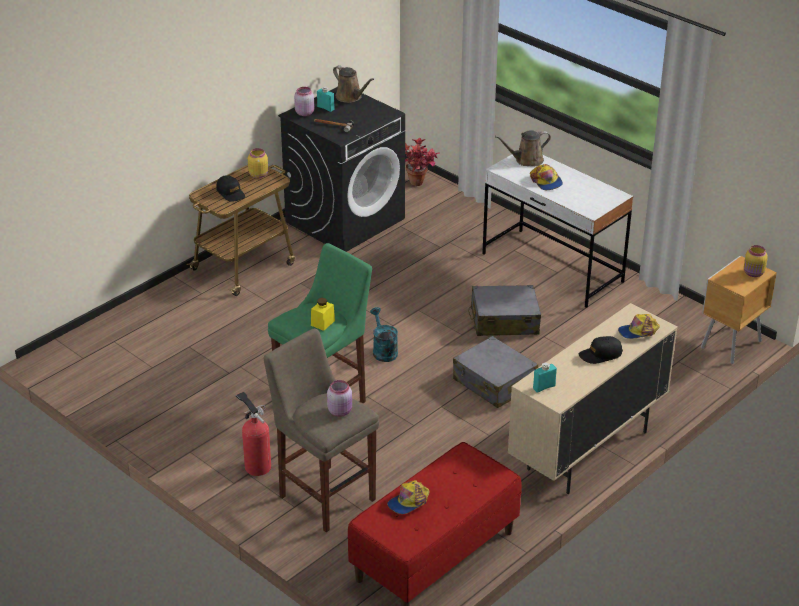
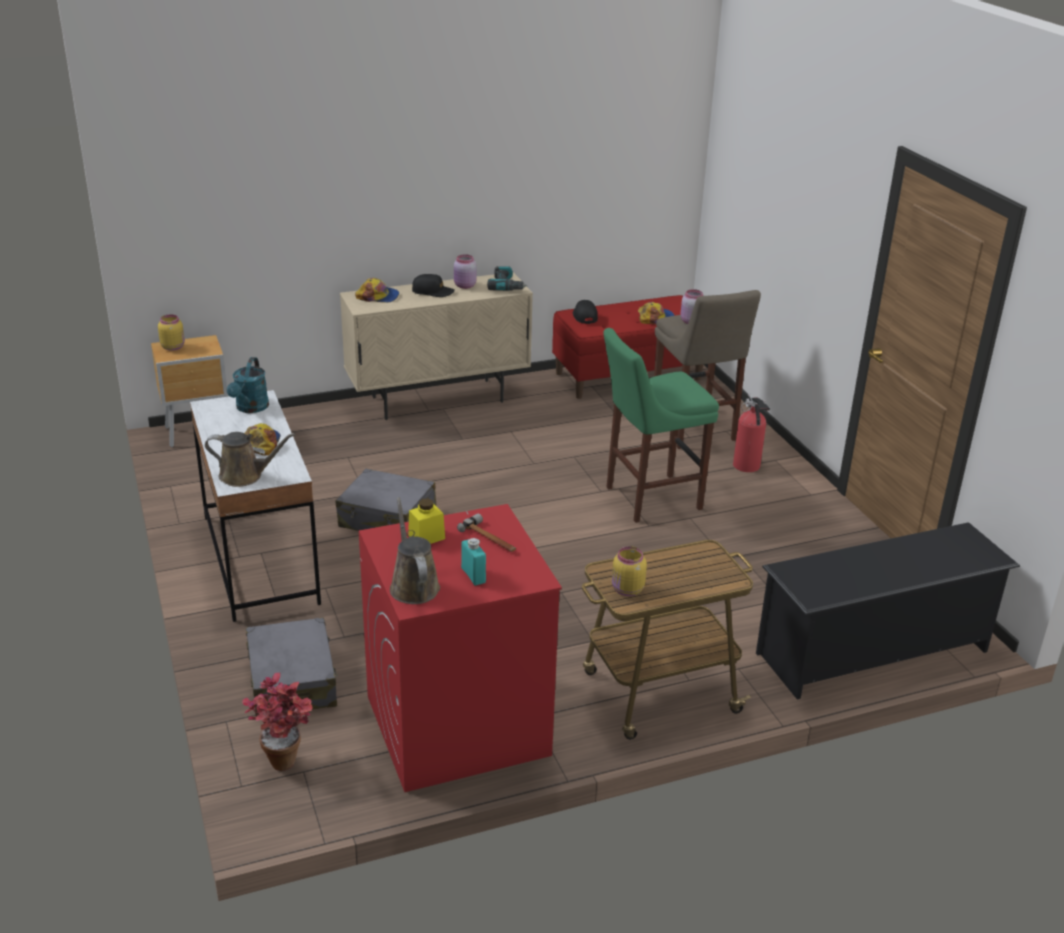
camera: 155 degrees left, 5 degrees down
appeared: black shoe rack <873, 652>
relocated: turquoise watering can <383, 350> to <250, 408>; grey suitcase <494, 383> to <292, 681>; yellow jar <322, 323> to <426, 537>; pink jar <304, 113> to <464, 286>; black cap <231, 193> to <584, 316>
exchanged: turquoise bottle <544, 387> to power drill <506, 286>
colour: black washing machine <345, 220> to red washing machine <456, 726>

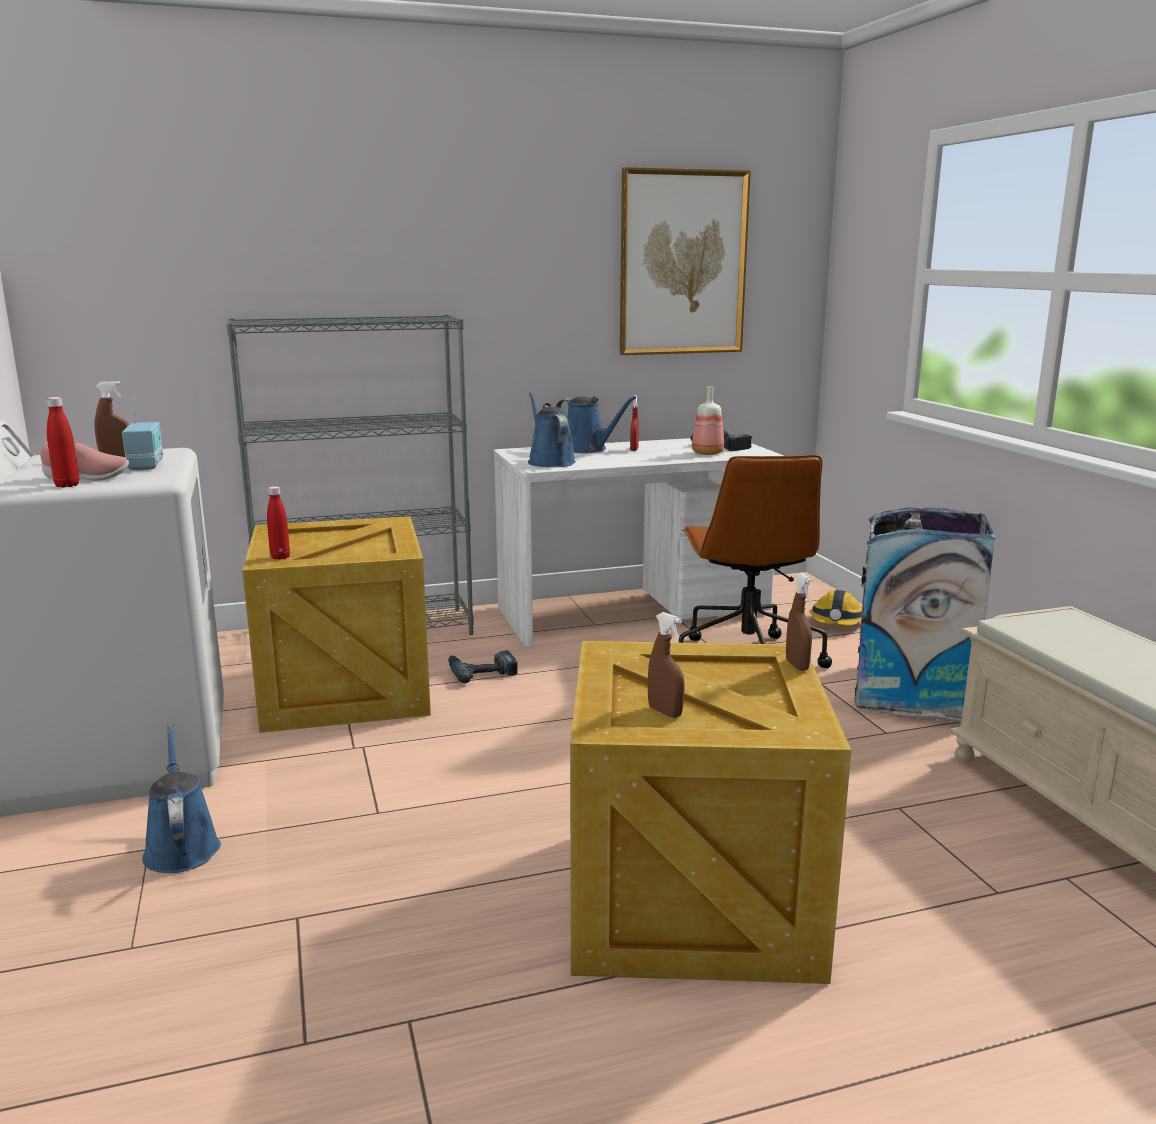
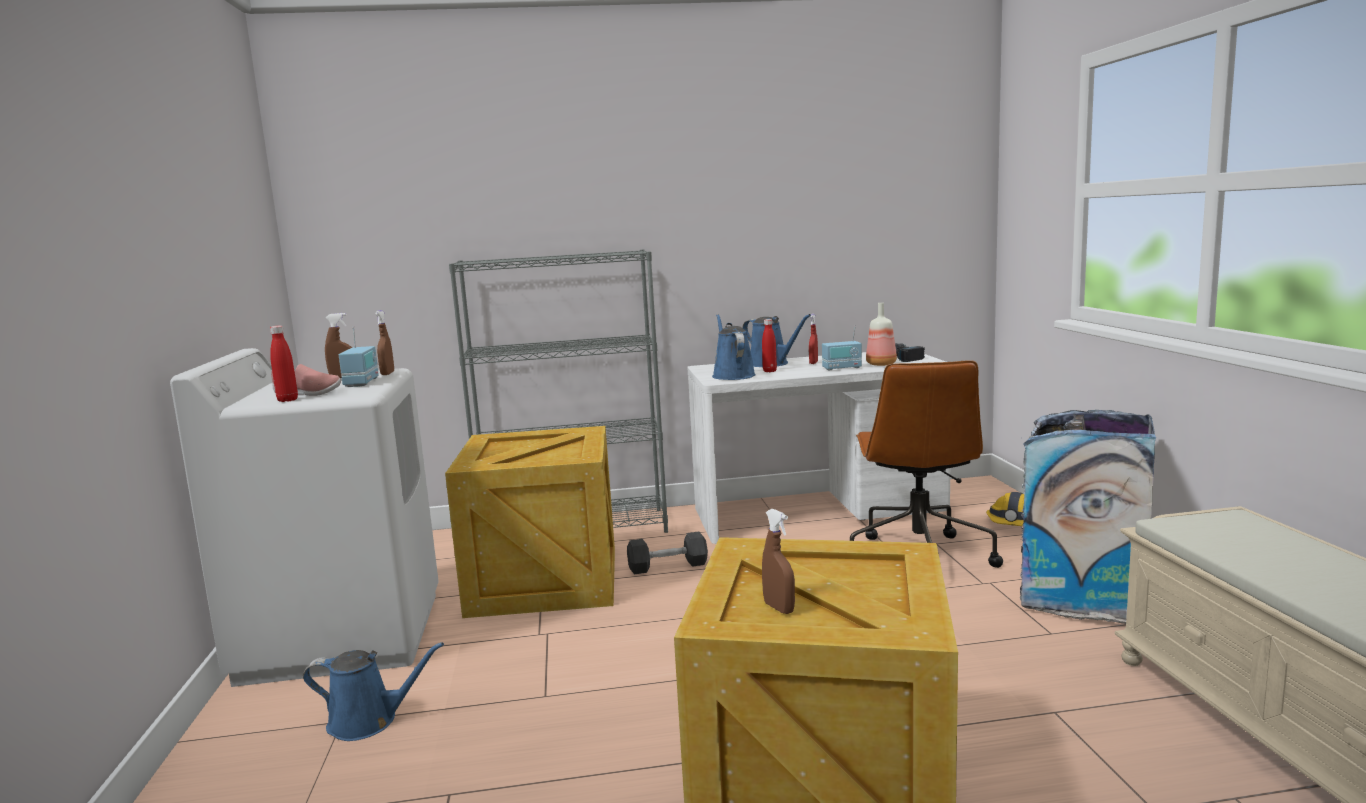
camera: 10 degrees right, 5 degrees down
missing: picture <682, 263>
appeared: radio <842, 368>
relocated: brown spray bottle <797, 665> to <387, 374>; red bottle <280, 557> to <769, 371>
exchanged: power drill <481, 671> to grey dumbbell <668, 566>
spun: blue watering can <181, 847> = <369, 721> 105 degrees clockwise

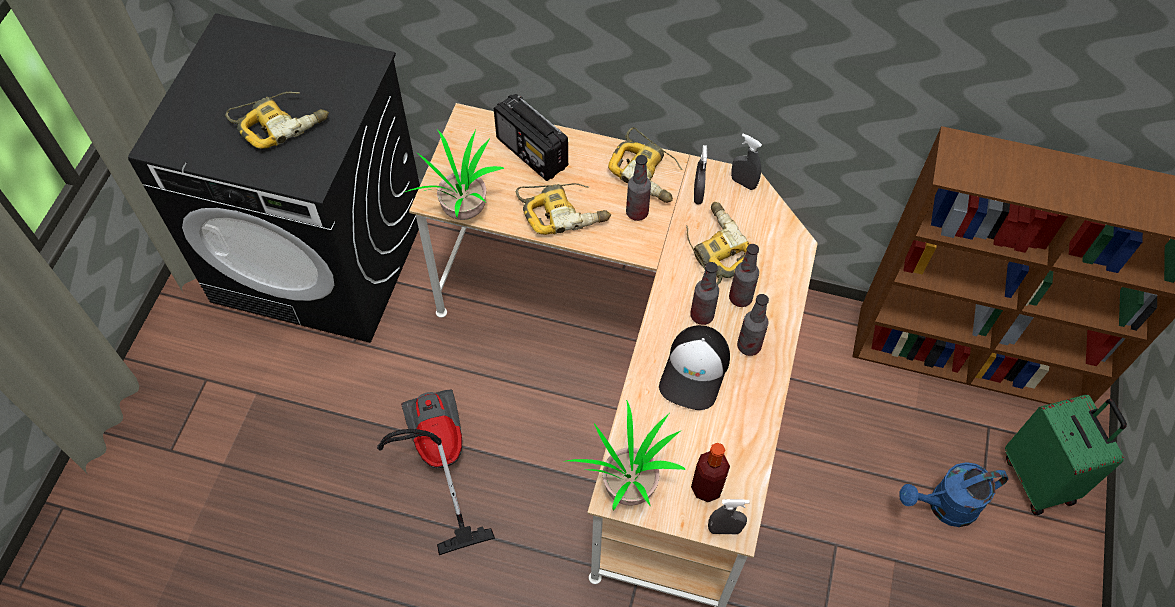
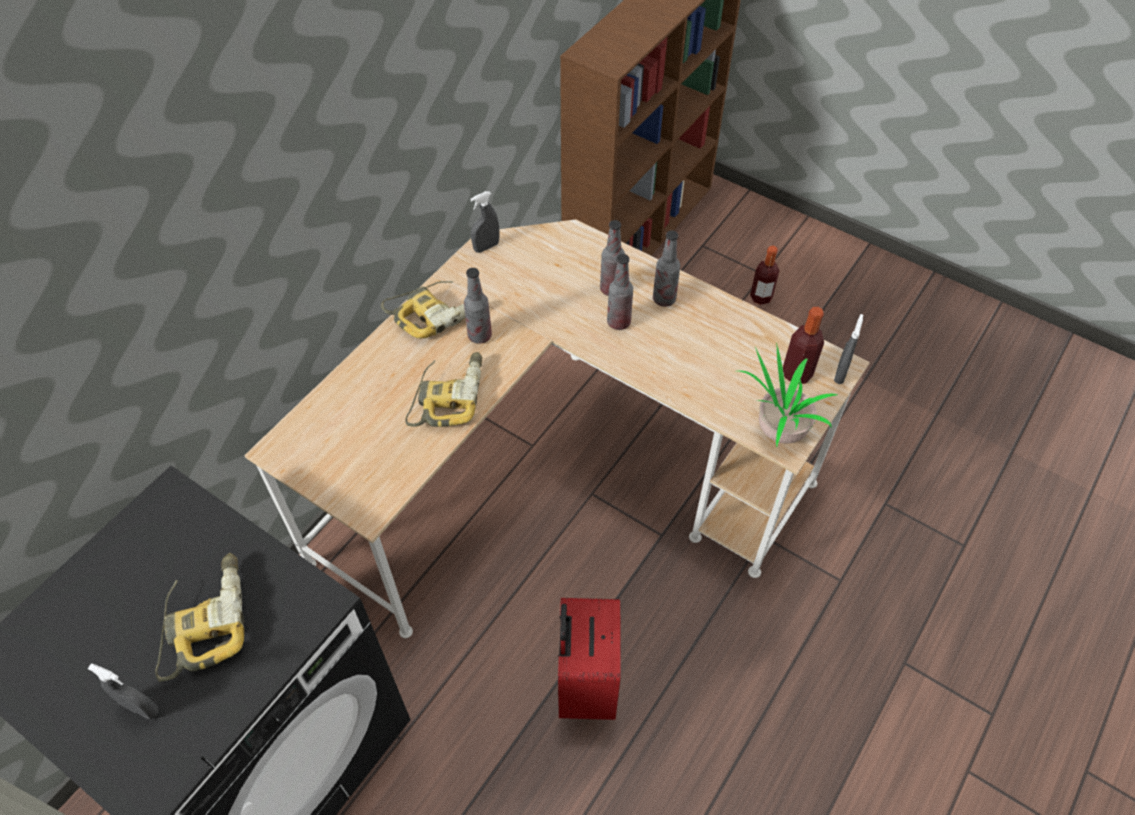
camera: 70 degrees left, 5 degrees down
missing: potted plant <462, 207>; radio <532, 153>; cap <695, 371>; power drill <714, 248>; green suitcase <1040, 478>
relocated: grey spray bottle <698, 194> to <141, 708>
exchanged: vacuum cleaner <437, 461> to red suitcase <584, 684>; blue watering can <944, 506> to bottle <761, 297>

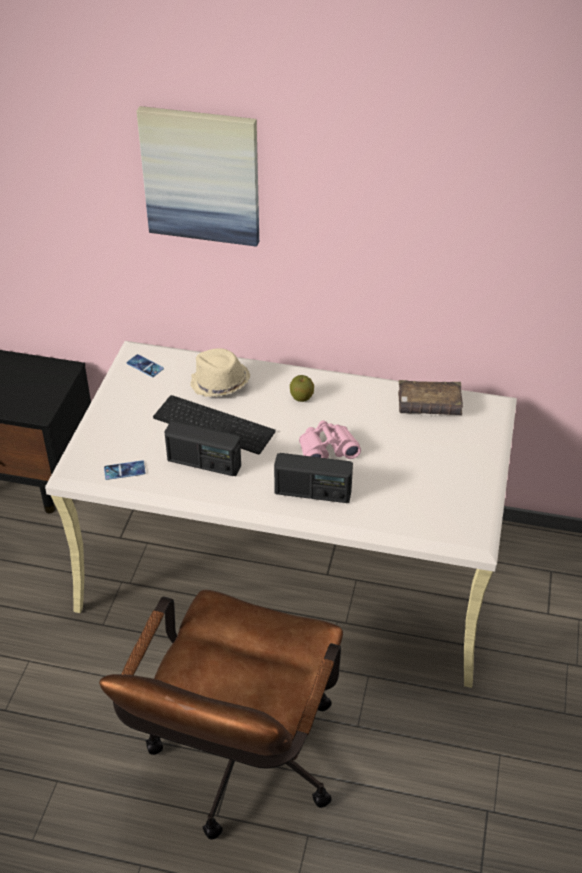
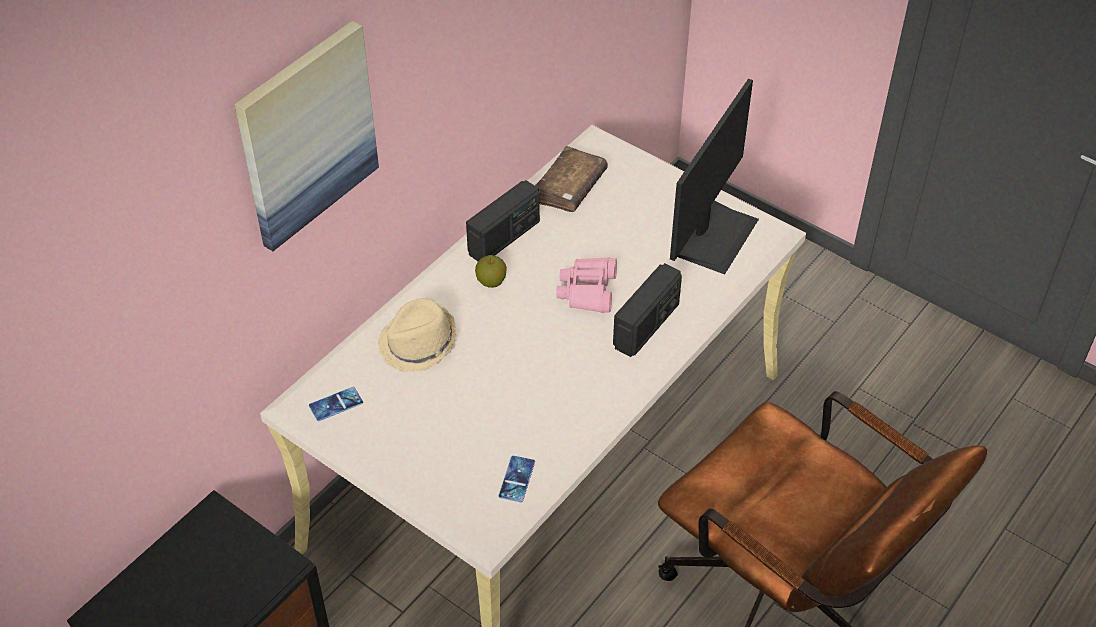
camera: 65 degrees left, 5 degrees up
missing: keyboard <216, 424>
appeared: monitor <715, 235>
relocated: radio <204, 463> to <504, 238>

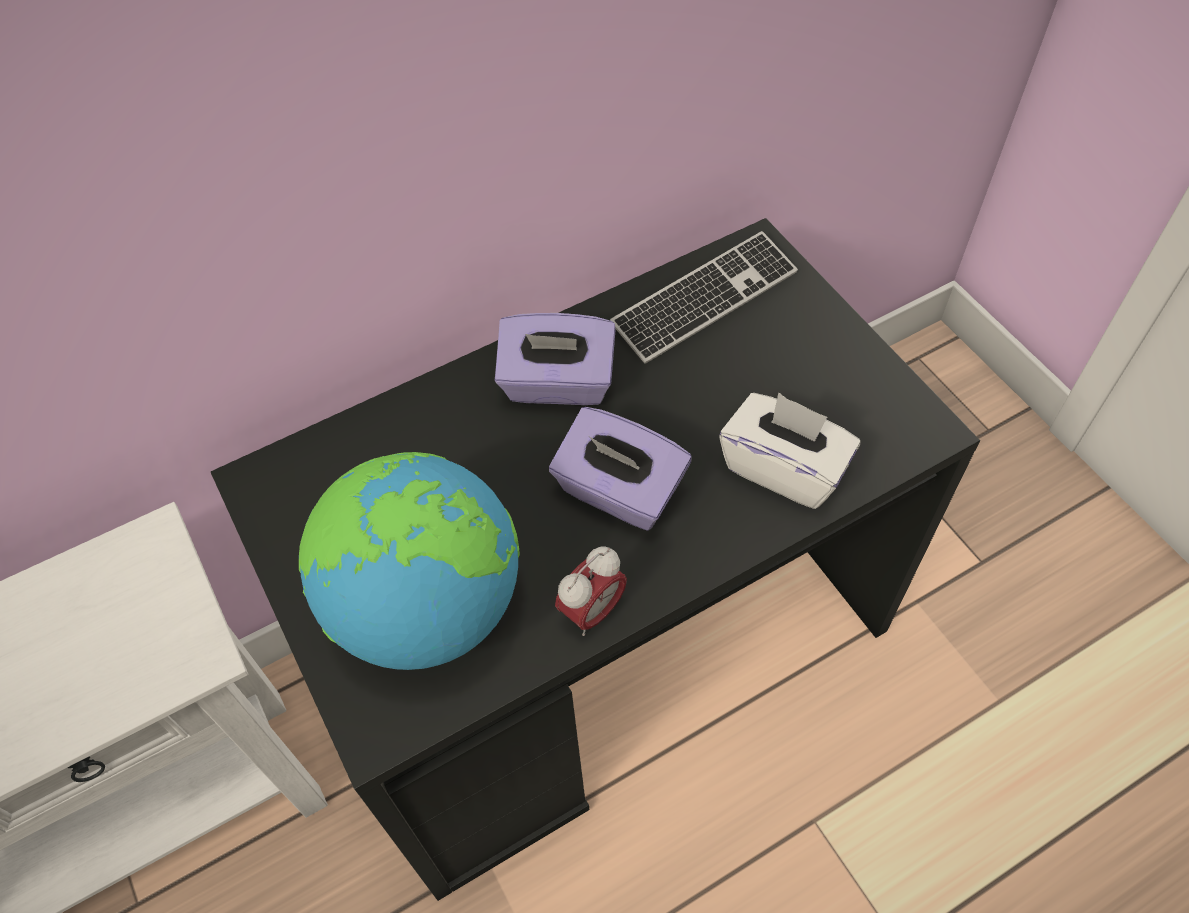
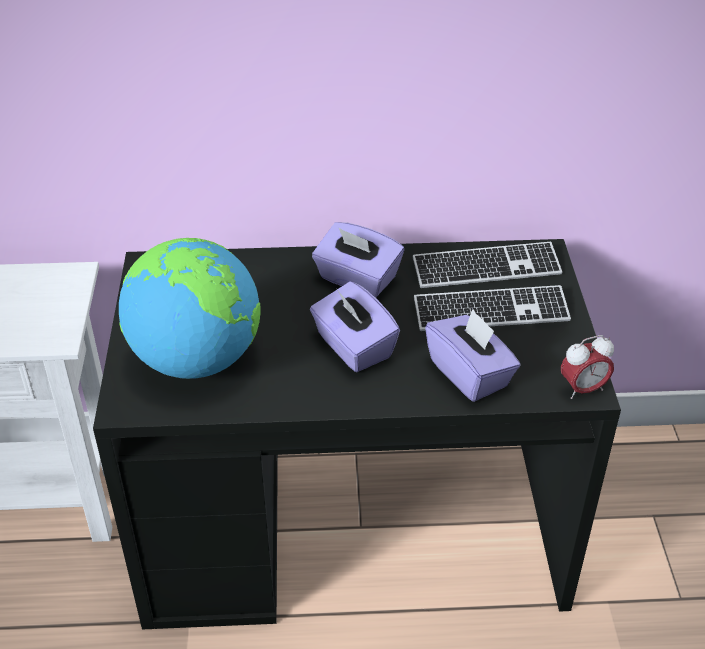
camera: 25 degrees right, 15 degrees down
appeared: keyboard <491, 312>
relocated: alarm clock <592, 611> to <582, 389>
colour: white tissue box <784, 468> to purple tissue box <470, 374>

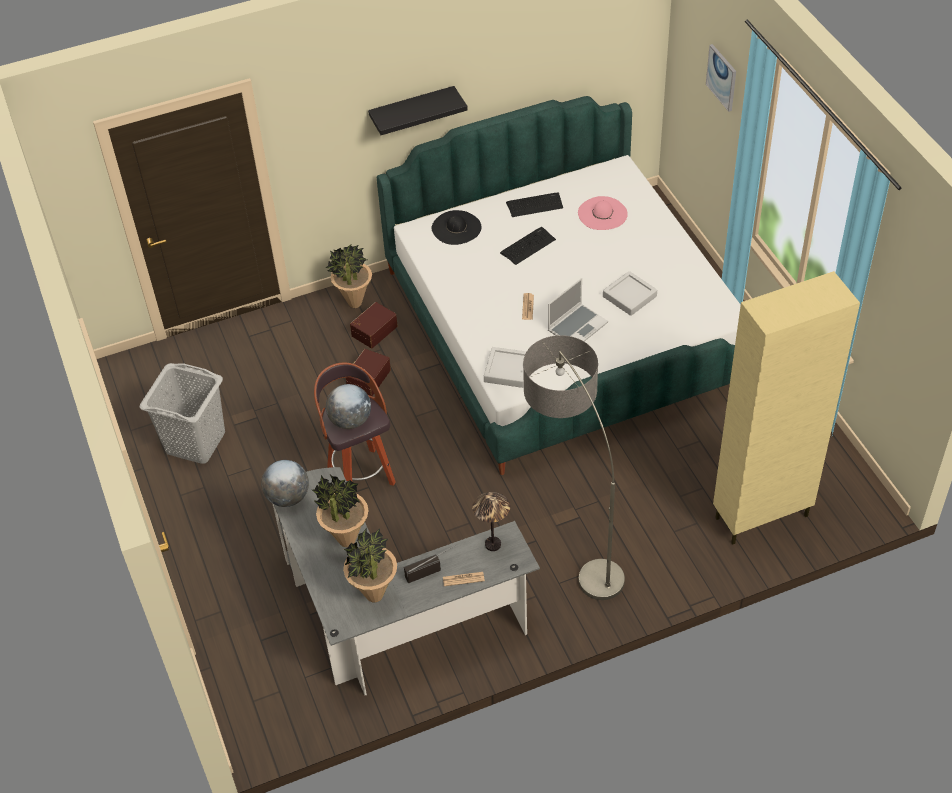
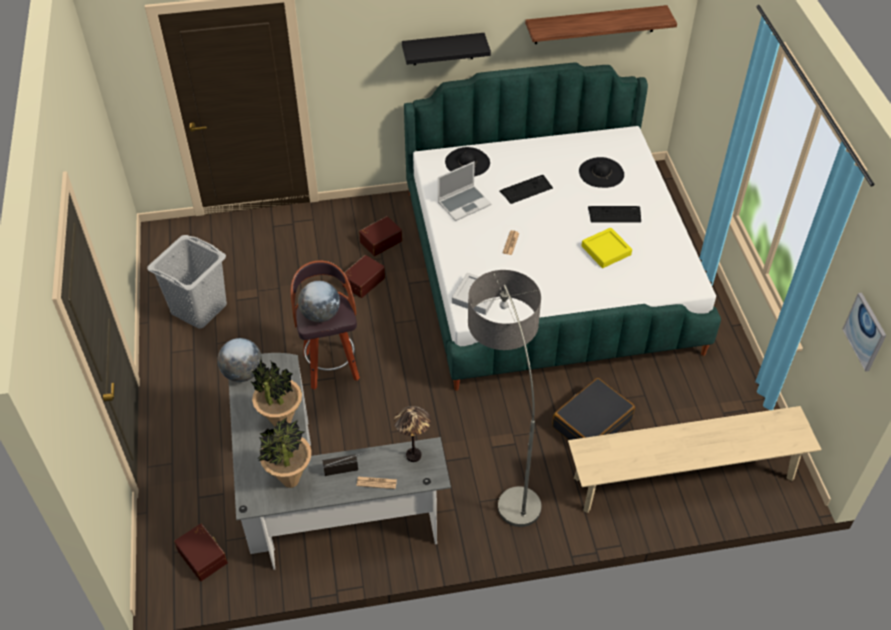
camera: 10 degrees right, 0 degrees up
missing: potted plant <354, 303>
appeared: brown storage box <203, 556>; shelf <595, 24>; black suitcase <591, 423>
relocated: laptop <577, 326> to <464, 203>; keyboard <535, 205> to <614, 214>; picture <722, 77> to <865, 331>
exchanged: beige cabinet <760, 517> to beige bench <683, 478>
colour: pink hat <602, 213> to black hat <601, 173>; grey tray <629, 296> to yellow tray <606, 250>

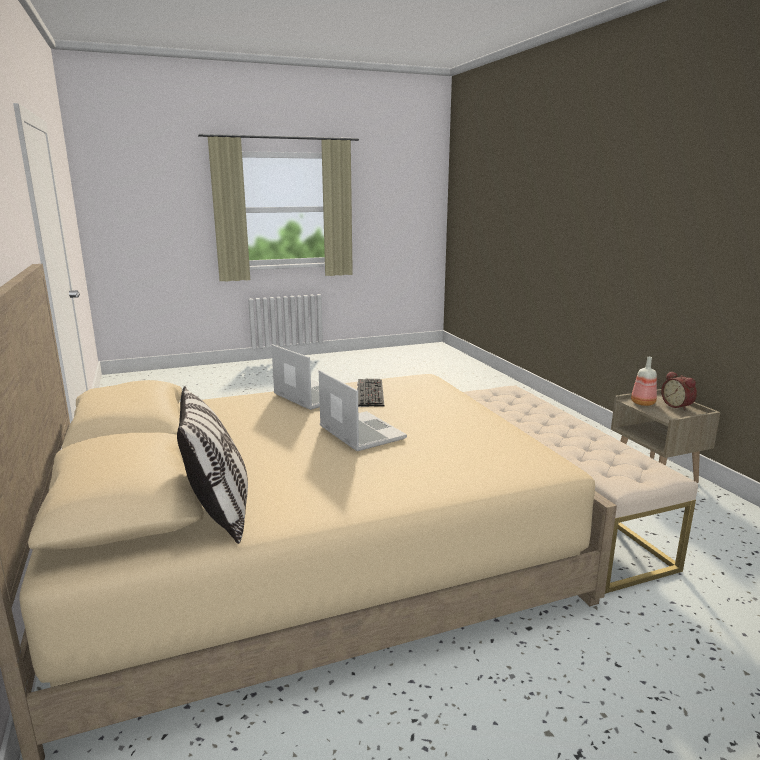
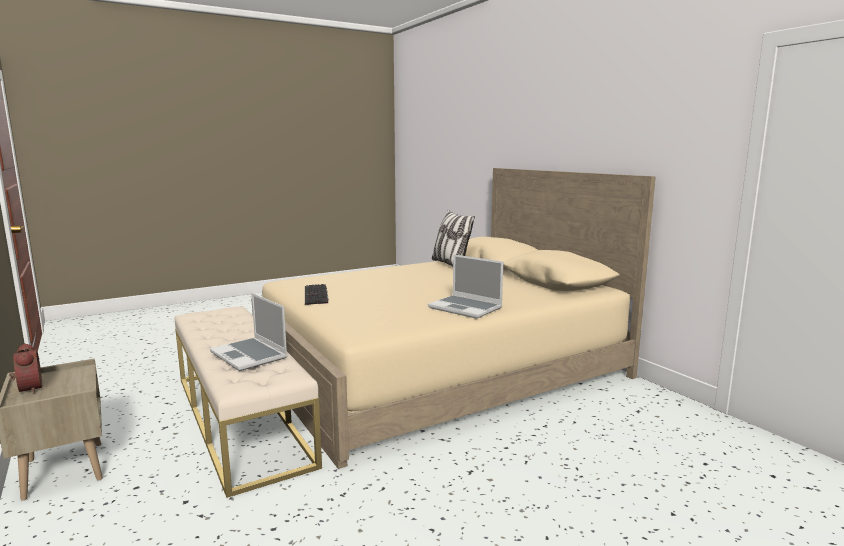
camera: 170 degrees right, 5 degrees down
missing: bottle <643, 403>
relocated: laptop <360, 433> to <250, 355>; keyboard <369, 392> to <317, 295>

